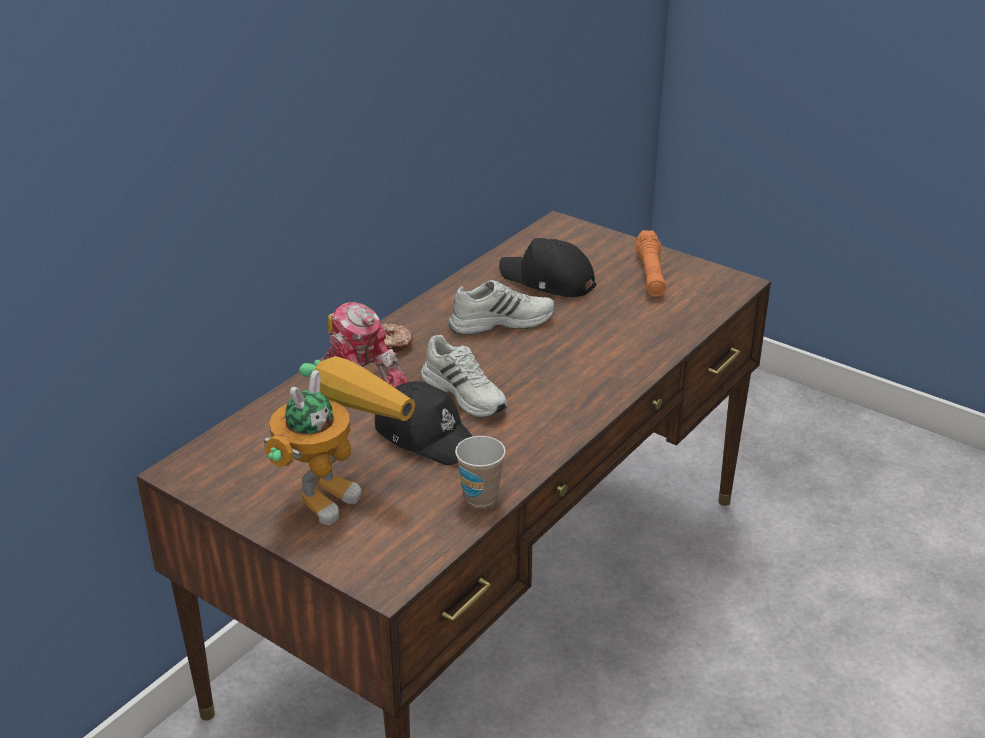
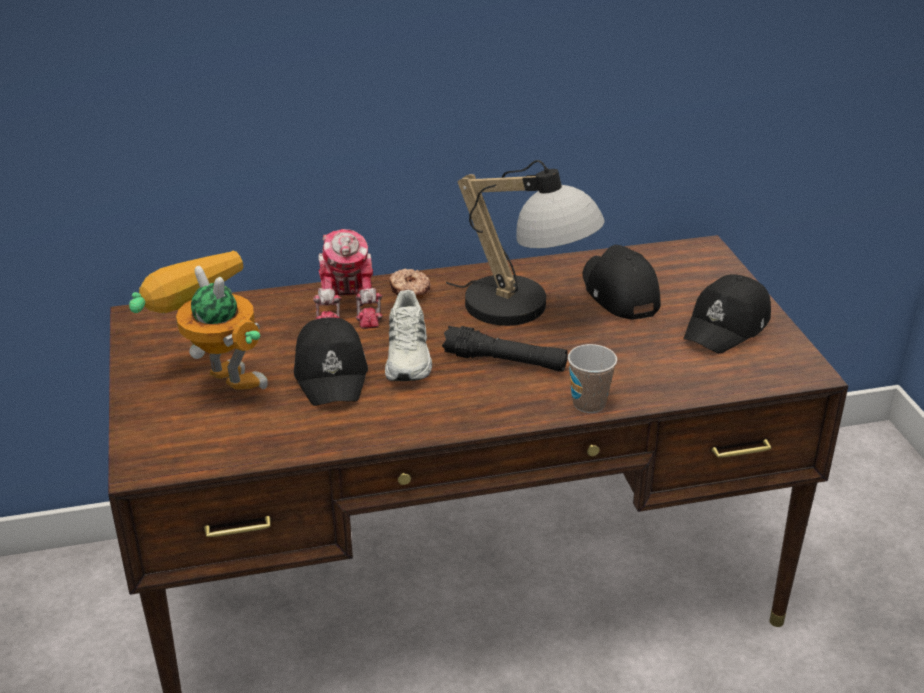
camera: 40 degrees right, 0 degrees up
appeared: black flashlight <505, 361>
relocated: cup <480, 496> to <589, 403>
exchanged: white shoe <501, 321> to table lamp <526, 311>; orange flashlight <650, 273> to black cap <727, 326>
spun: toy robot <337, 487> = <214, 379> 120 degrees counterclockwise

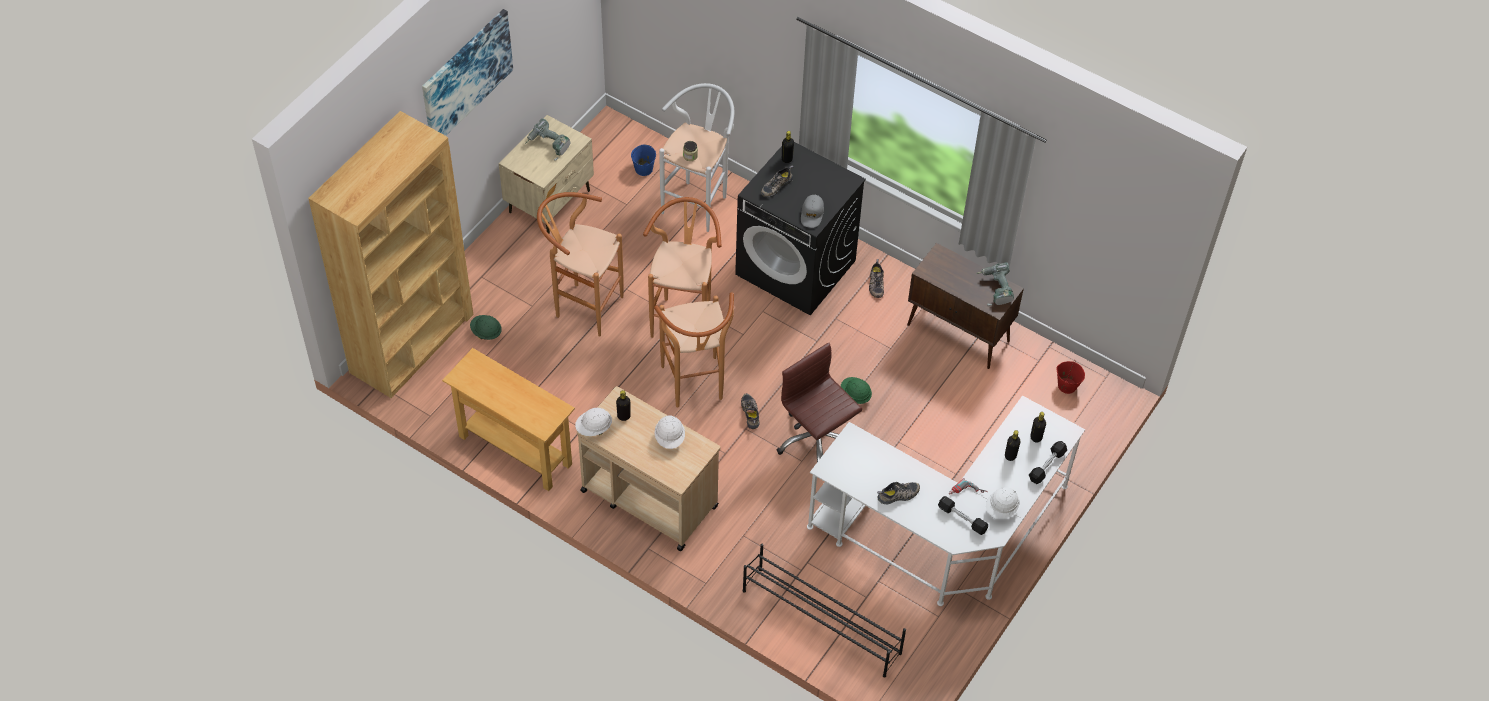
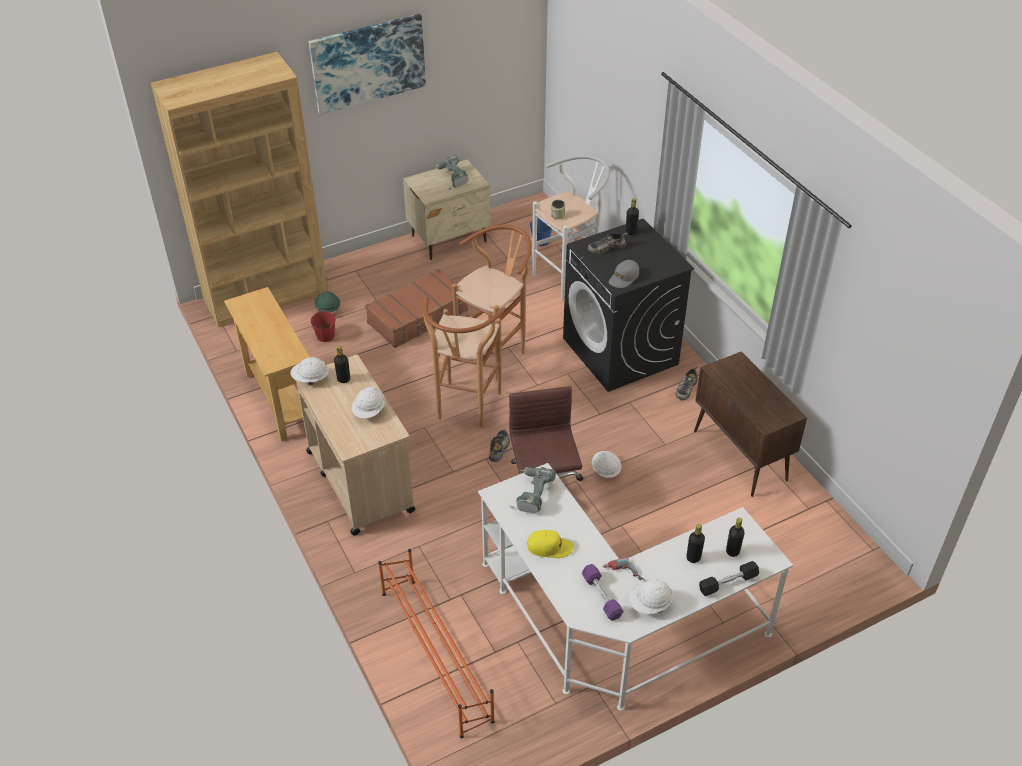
camera: 30 degrees right, 10 degrees down
relocated: red bucket <1067, 386> to <325, 336>; power drill <995, 289> to <531, 495>
exchanged: brown stool <583, 306> to brown suitcase <418, 317>; shoe <898, 495> to yellow cap <550, 547>
colour: black shoe rack <821, 621> to orange shoe rack <436, 654>; black dumbbell <962, 519> to purple dumbbell <601, 596>; green hard hat <855, 395> to white hard hat <605, 470>

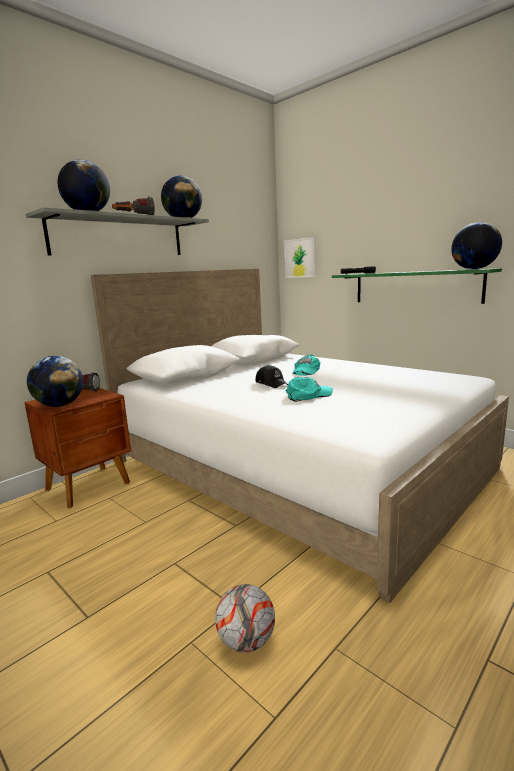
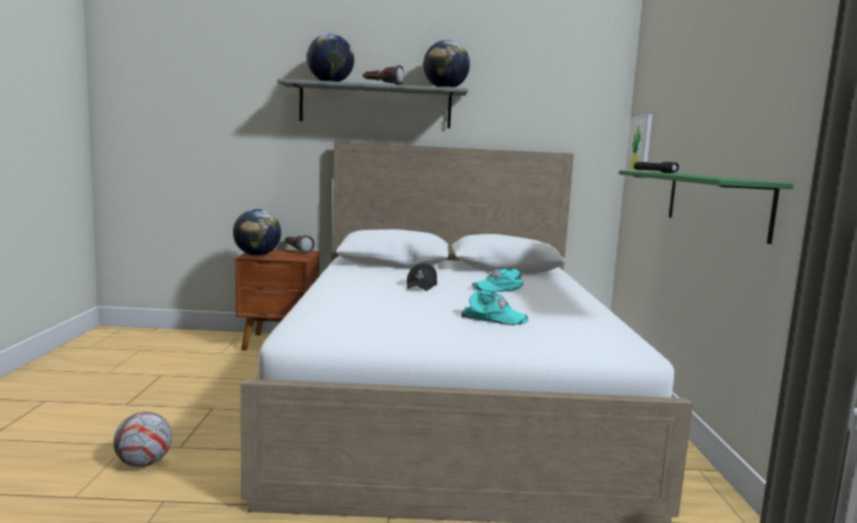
camera: 45 degrees right, 5 degrees down
missing: globe <474, 269>
relocated: turquoise cap <308, 395> to <494, 317>

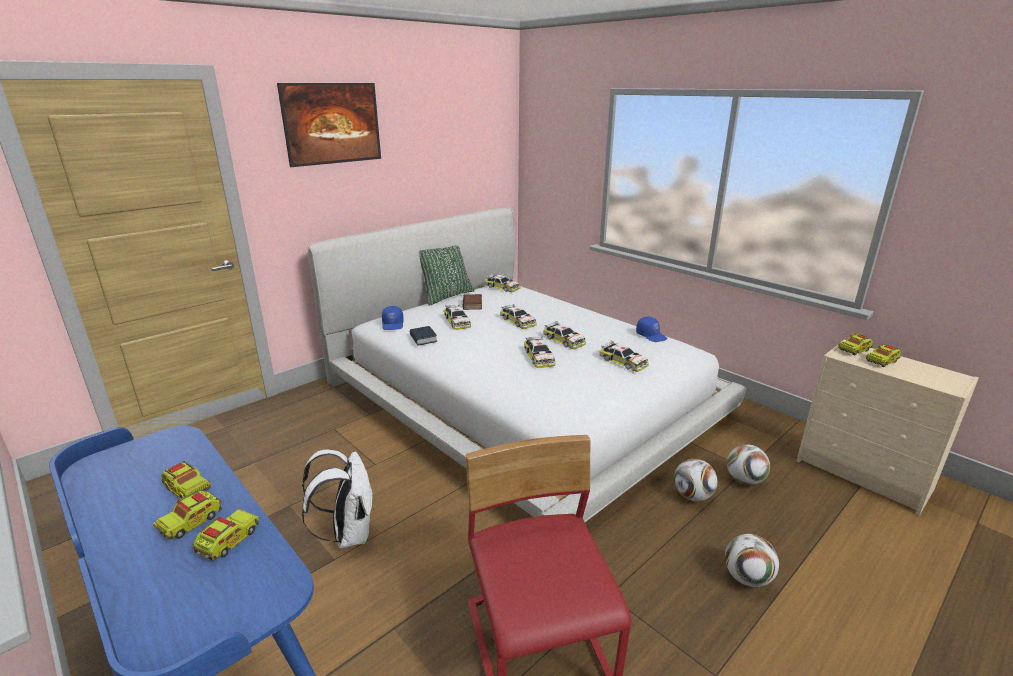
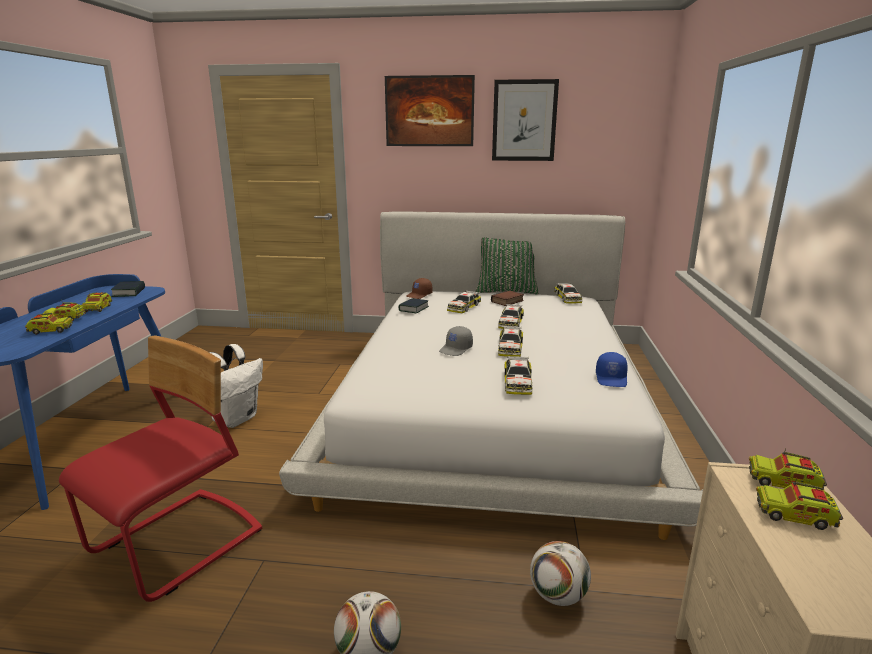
camera: 50 degrees right, 5 degrees down
missing: football <692, 496>
appeared: book <129, 292>; picture <524, 121>
exchanged: toy car <539, 357> to grey cap <456, 349>
colour: blue cap <393, 324> to brown cap <419, 295>

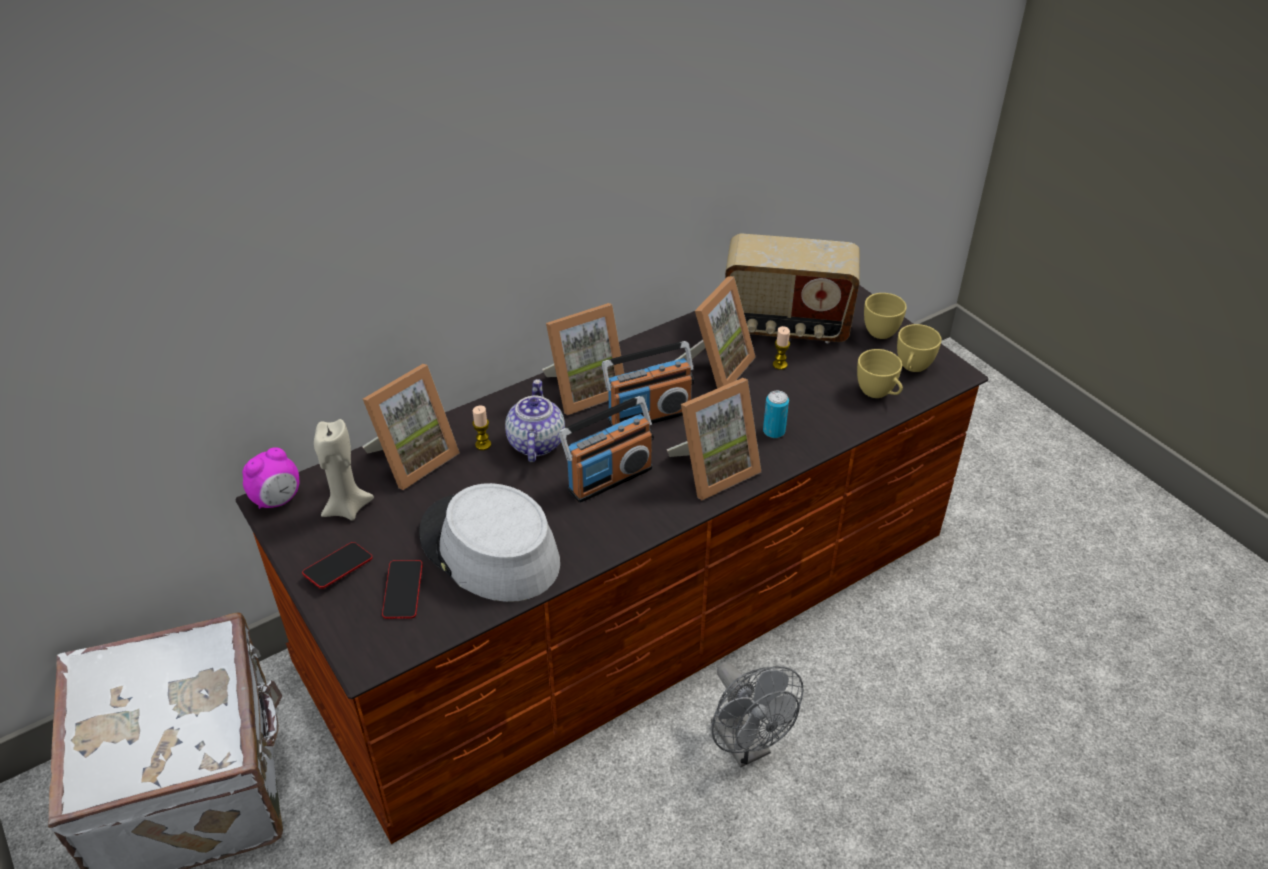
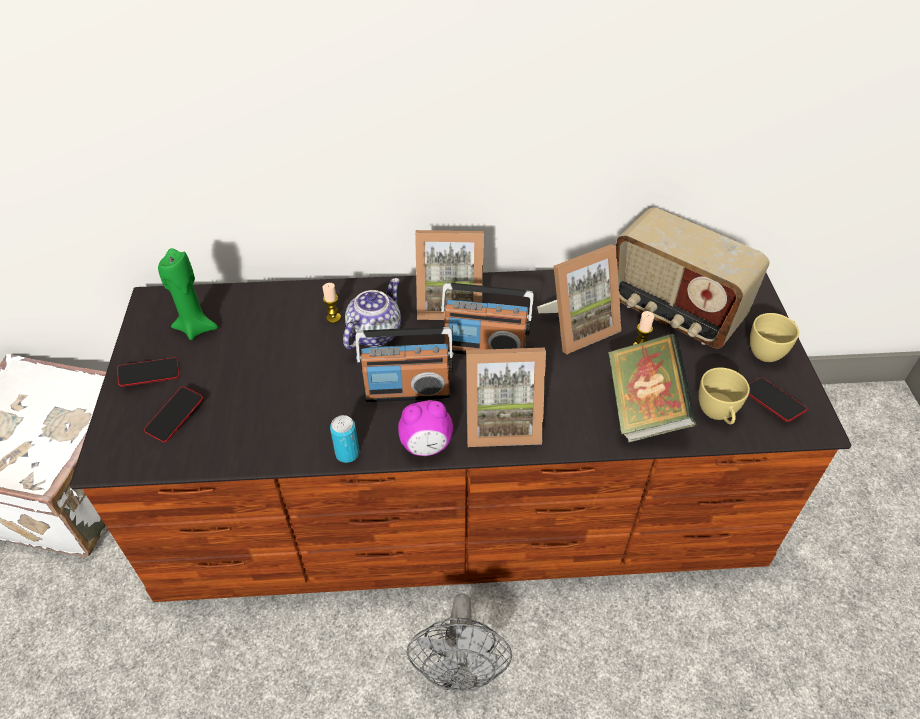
camera: 30 degrees right, 5 degrees up
missing: picture frame <412, 458>; grey hat <488, 549>
appeared: book <644, 408>
relocated: can <774, 431> to <347, 453>; alarm clock <277, 500> to <426, 446>
exchanged: yellow cup <912, 368> to phone <772, 402>
colour: beige candle <347, 508> to green candle <196, 328>

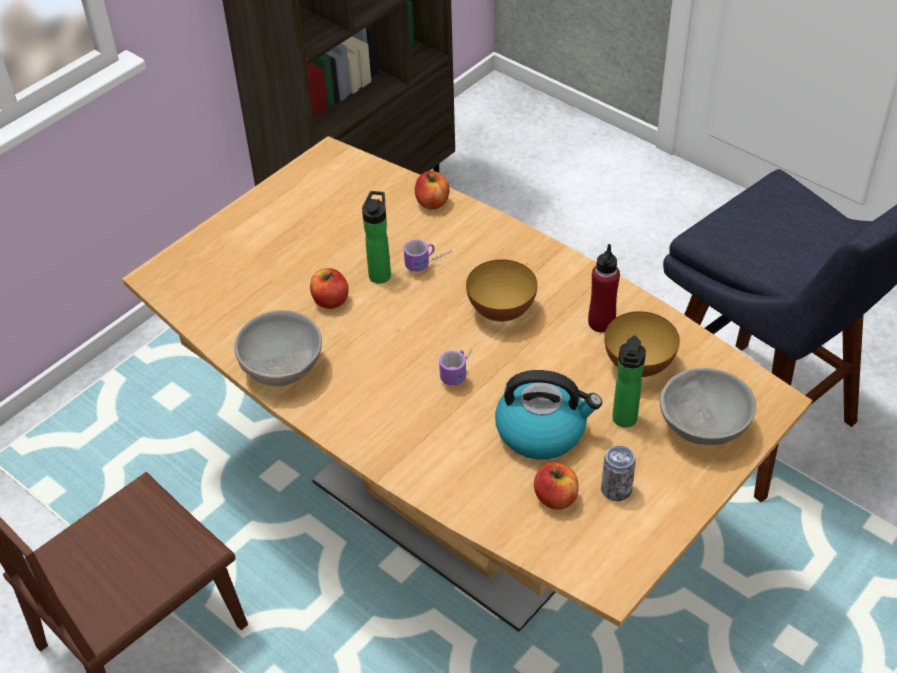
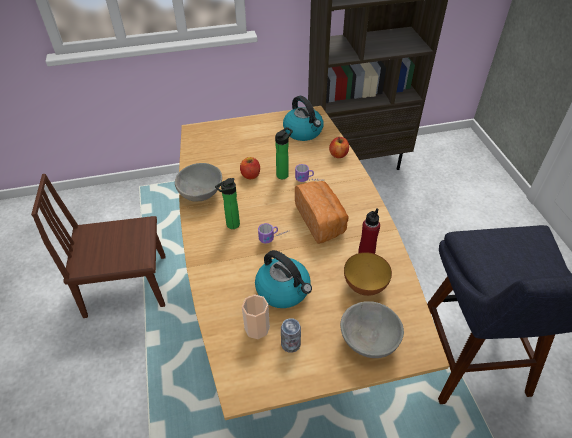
camera: 35 degrees right, 0 degrees up
appeared: kettle <303, 131>
relocated: bottle <624, 421> to <231, 225>
exchanged: apple <555, 498> to cup <257, 328>; bowl <501, 312> to bread <321, 221>

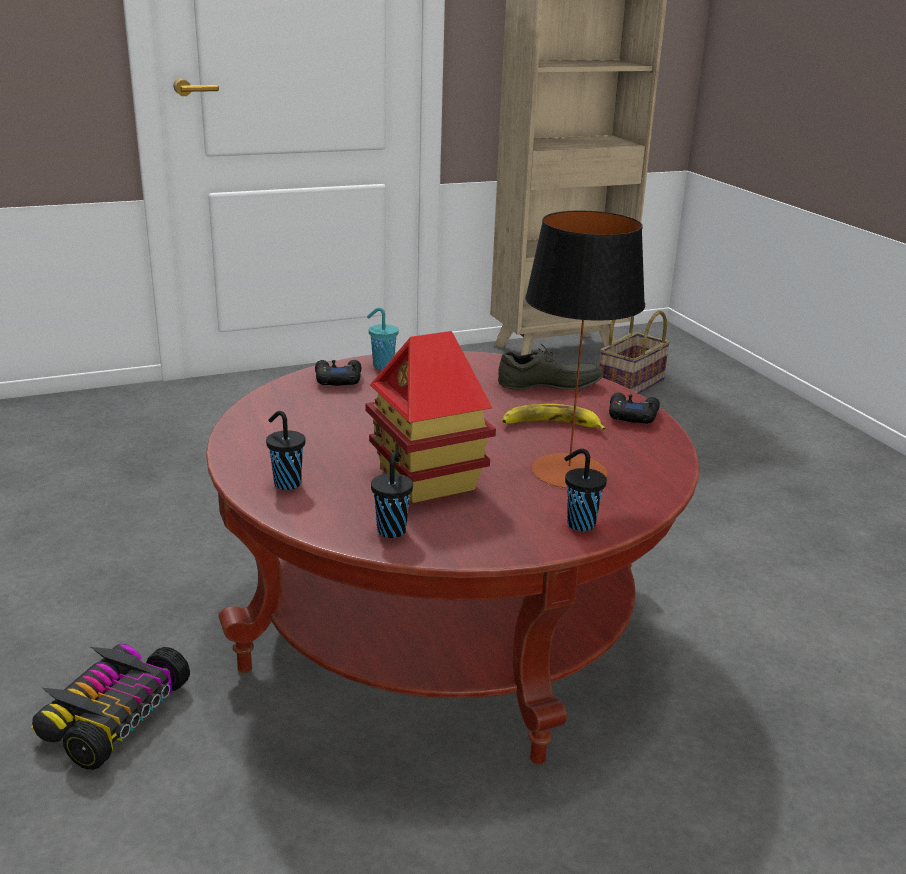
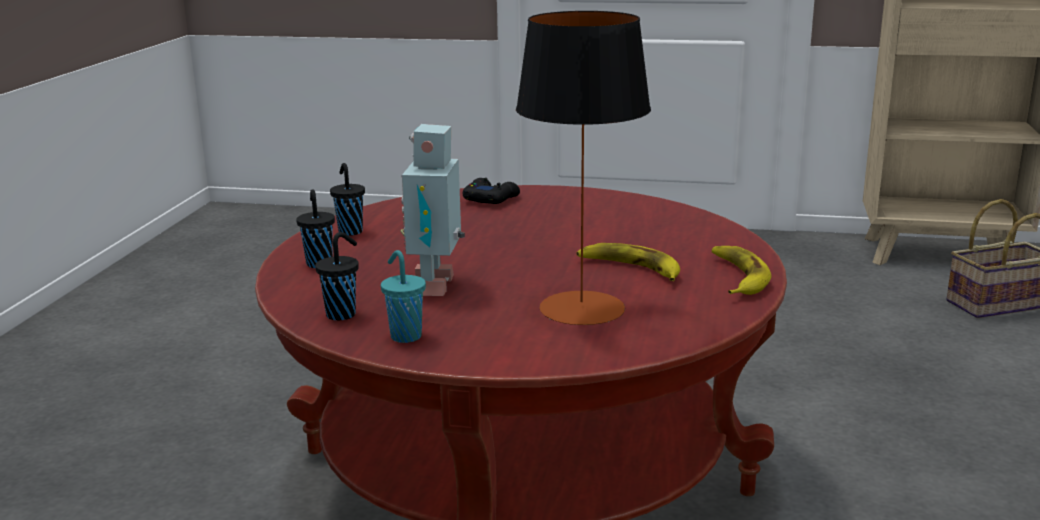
camera: 35 degrees right, 5 degrees down
missing: toy car <111, 715>; grey shoe <550, 386>
relocated: black cup <579, 524> to <350, 231>; turquoise cup <382, 366> to <405, 336>
exchanged: toy house <428, 480> to toy robot <437, 286>; black game controller <632, 415> to banana <737, 277>

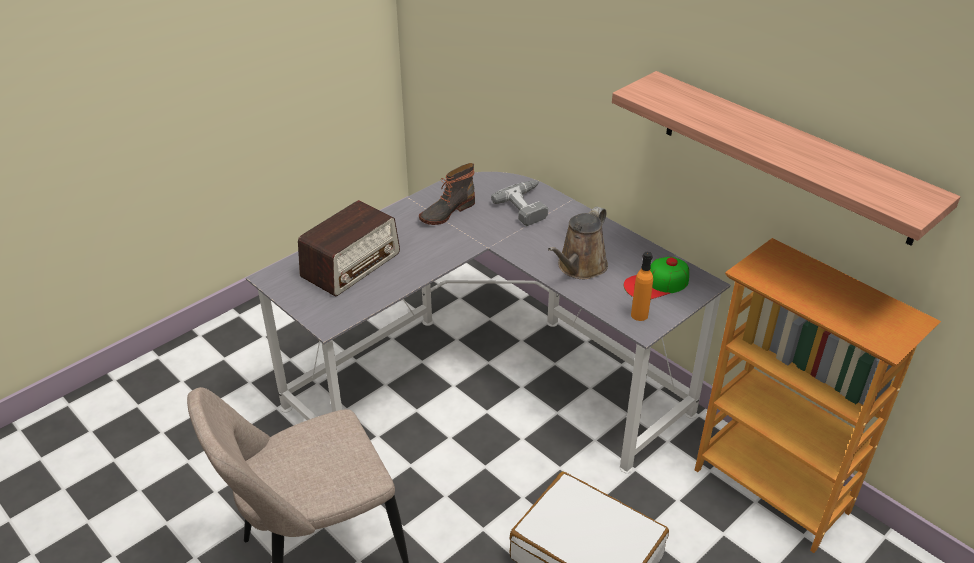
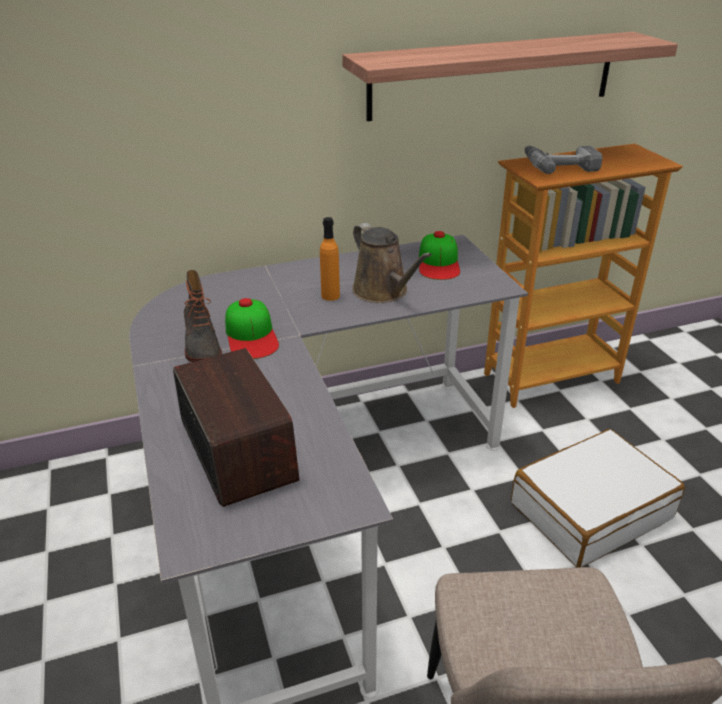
camera: 65 degrees left, 5 degrees down
appeared: cap <251, 335>
relocated: orange bottle <639, 315> to <330, 296>; power drill <528, 206> to <559, 165>

